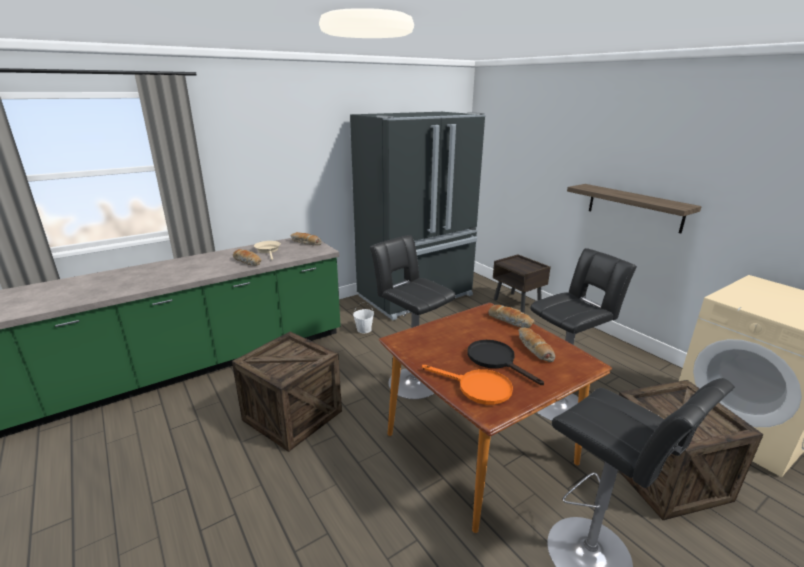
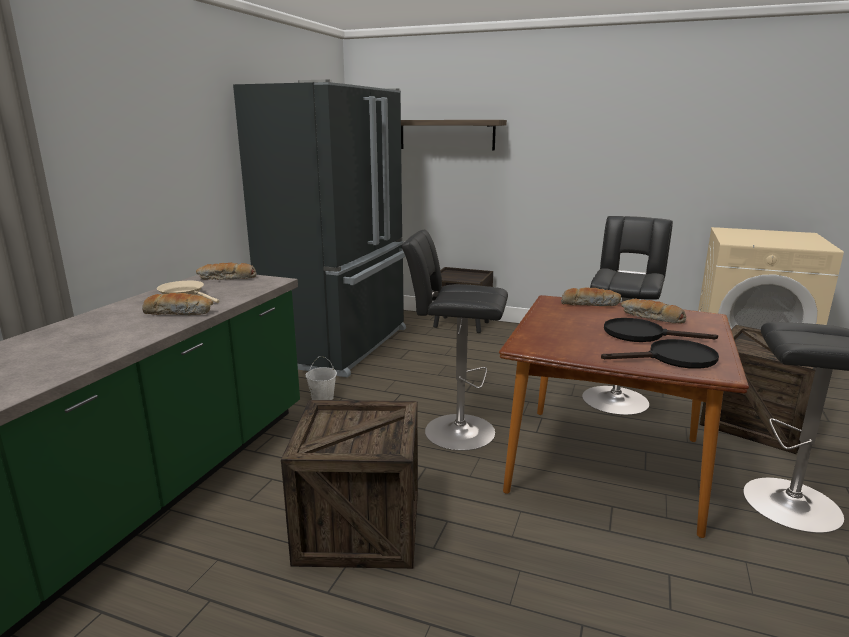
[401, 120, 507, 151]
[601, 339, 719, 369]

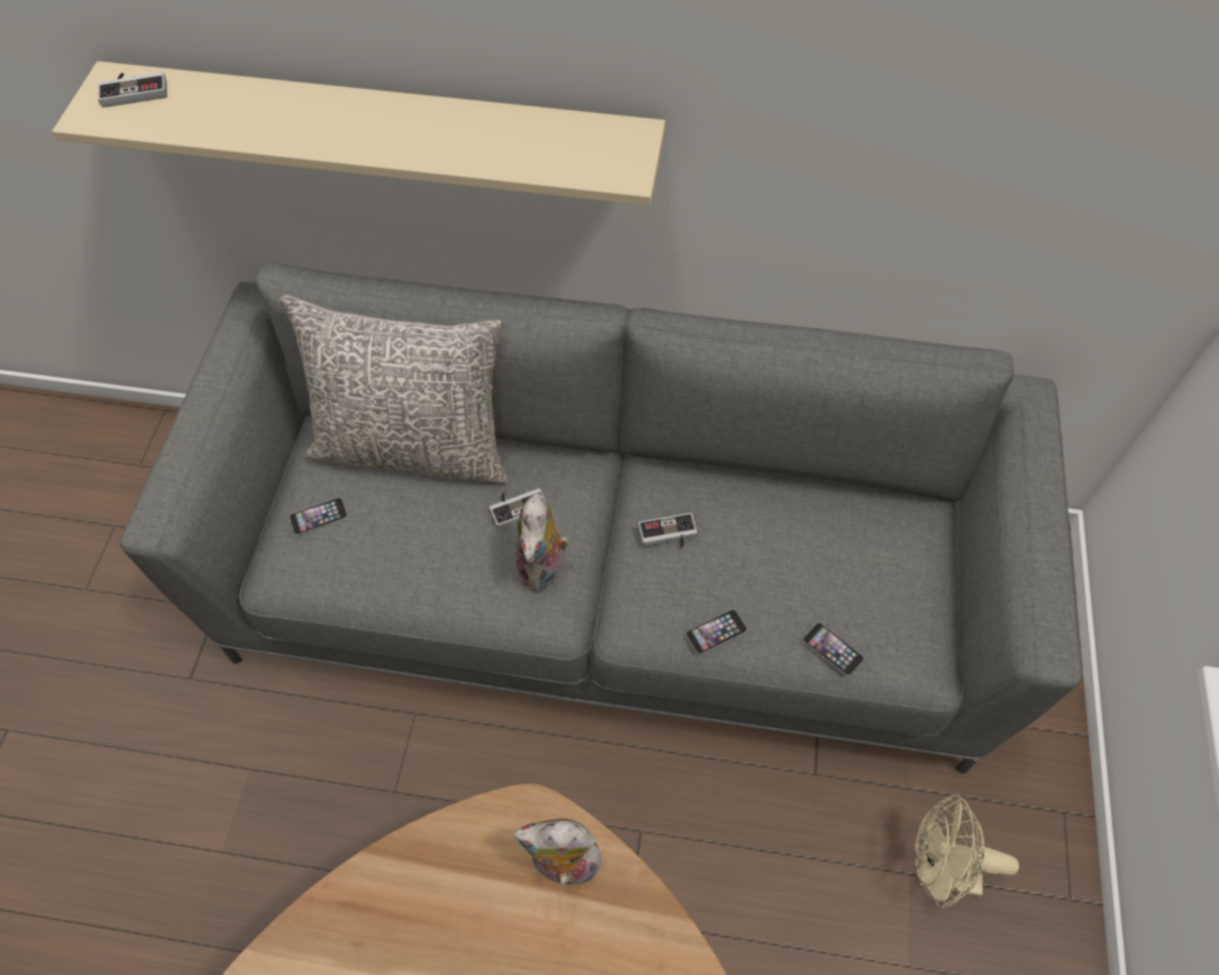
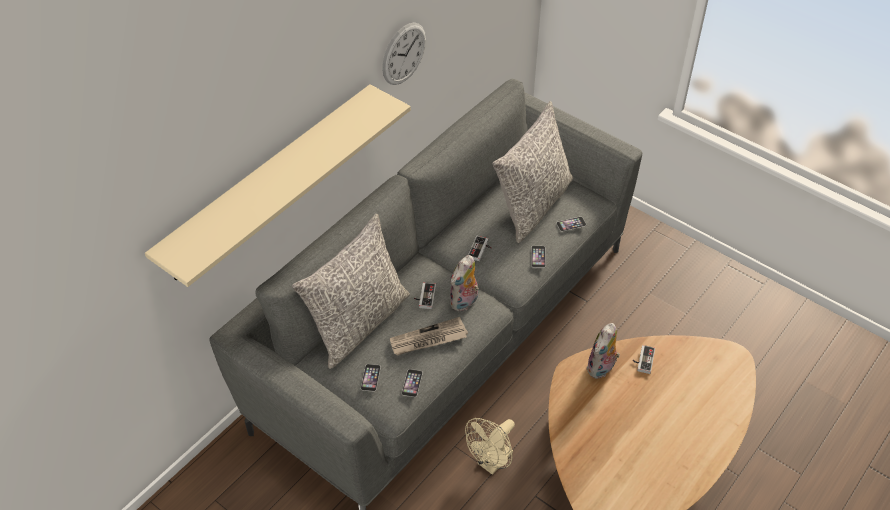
[632, 345, 655, 374]
[450, 255, 479, 311]
[465, 418, 515, 475]
[382, 23, 426, 85]
[492, 101, 573, 243]
[390, 317, 468, 356]
[402, 369, 423, 397]

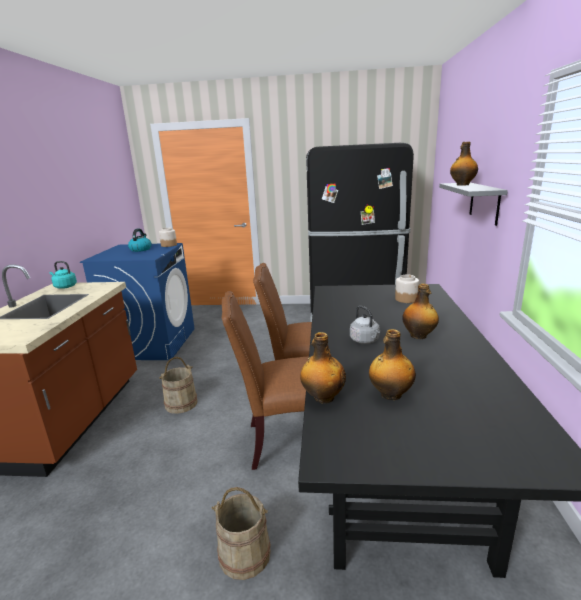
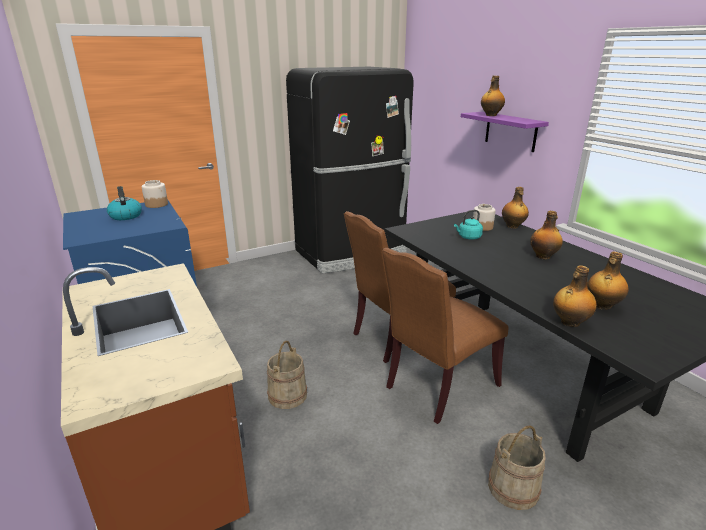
[461, 112, 549, 152]
[454, 210, 483, 240]
[350, 306, 380, 344] (first image)
[502, 187, 529, 228]

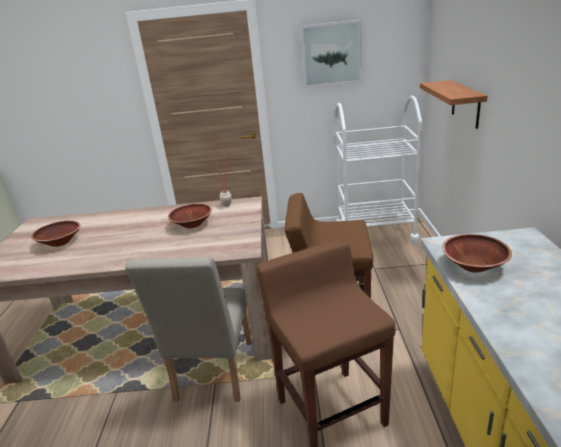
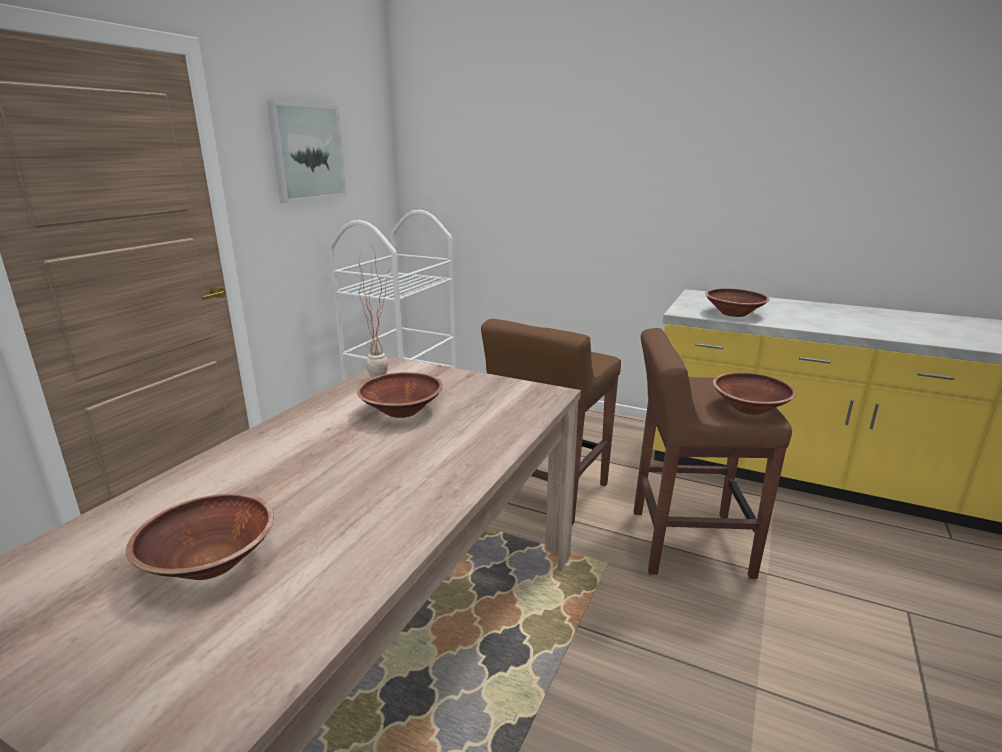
[420, 80, 488, 129] (first image)
[125, 257, 252, 402] (first image)
[713, 373, 796, 415]

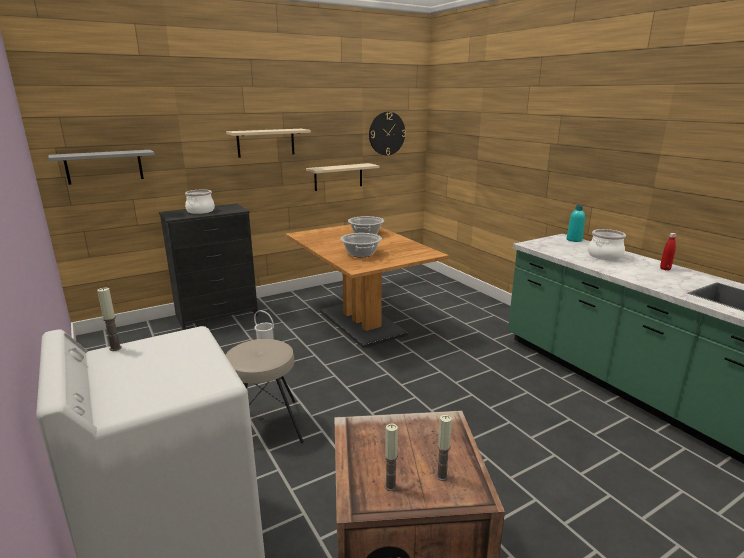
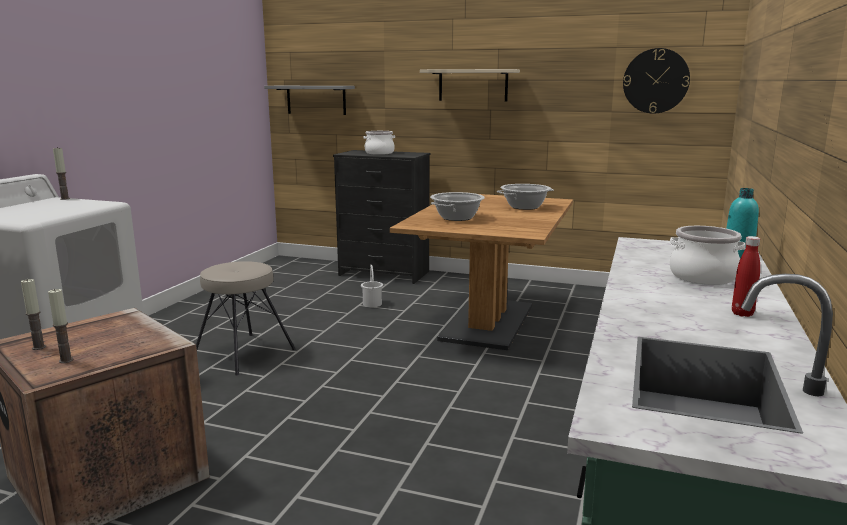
[306, 163, 379, 191] (first image)

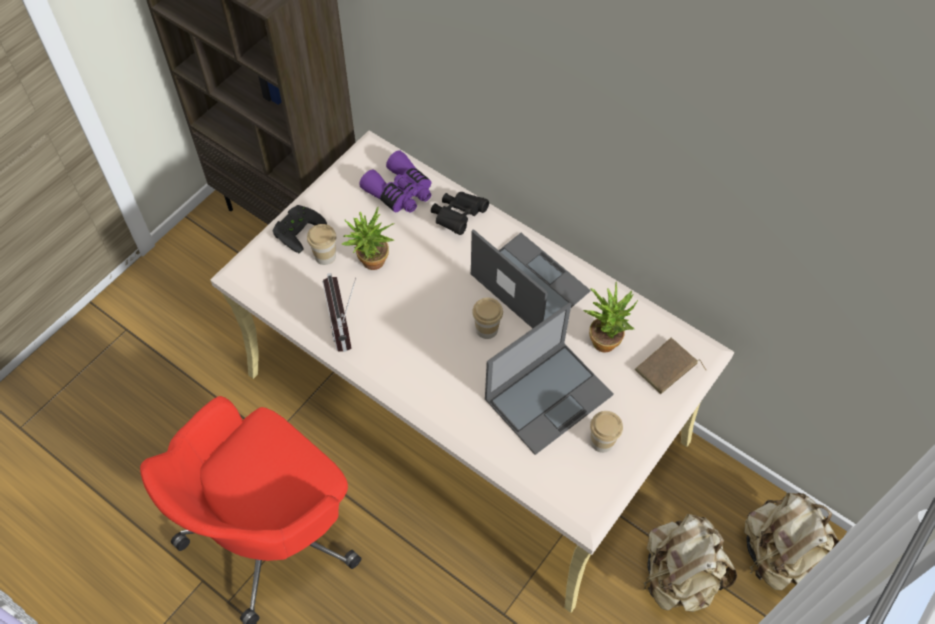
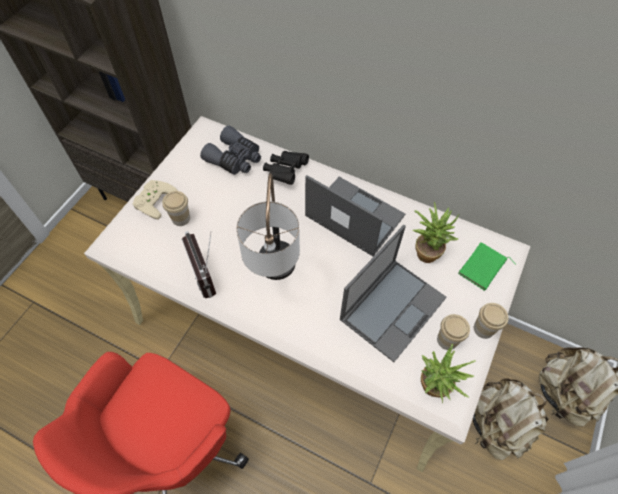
[200, 125, 261, 175]
[133, 180, 178, 220]
[421, 344, 475, 403]
[474, 303, 509, 339]
[458, 242, 516, 291]
[236, 173, 300, 280]

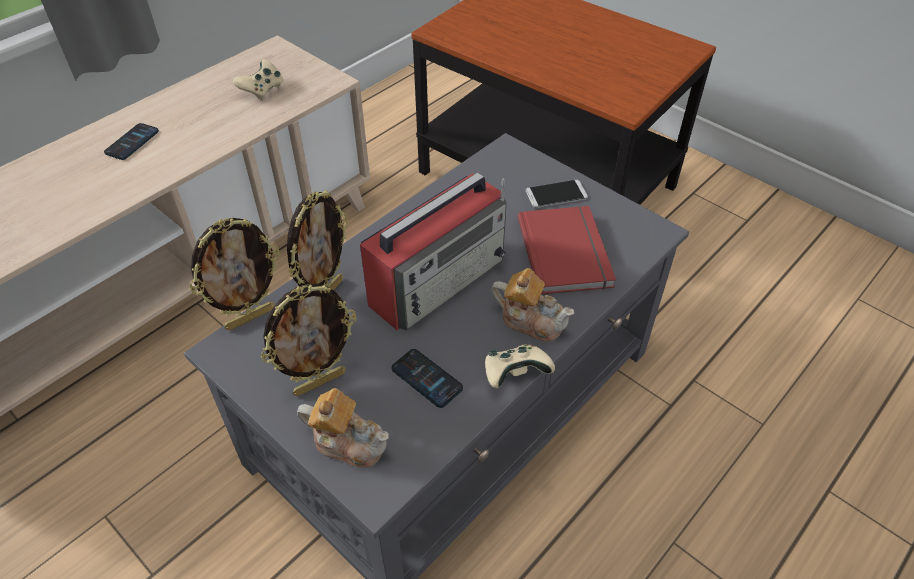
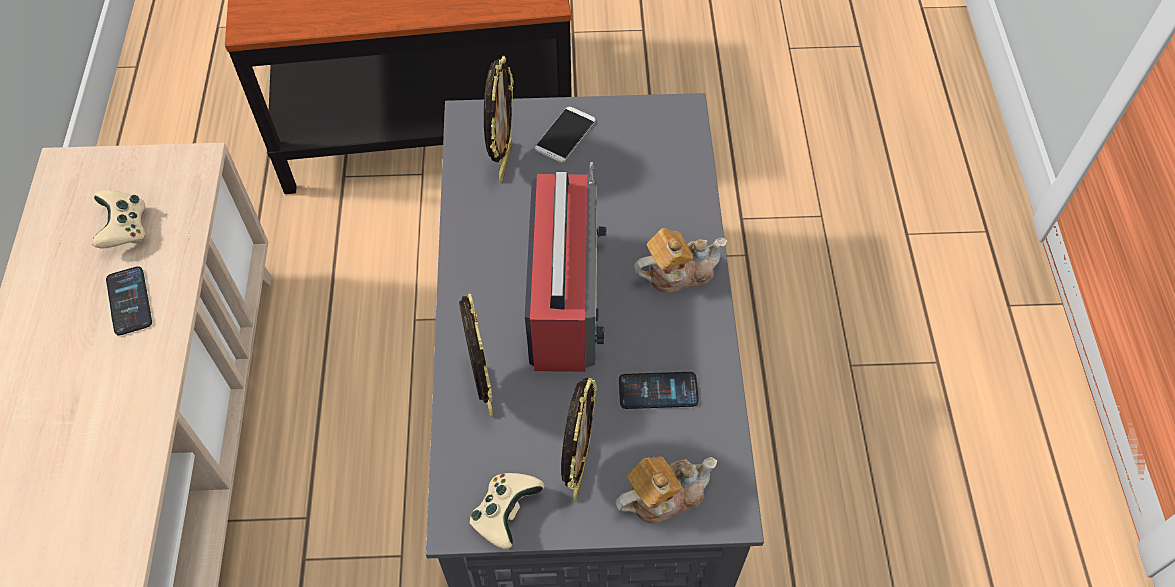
[106, 266, 152, 335]
[518, 206, 616, 294] (first image)
[484, 56, 514, 181]
[470, 473, 544, 549]

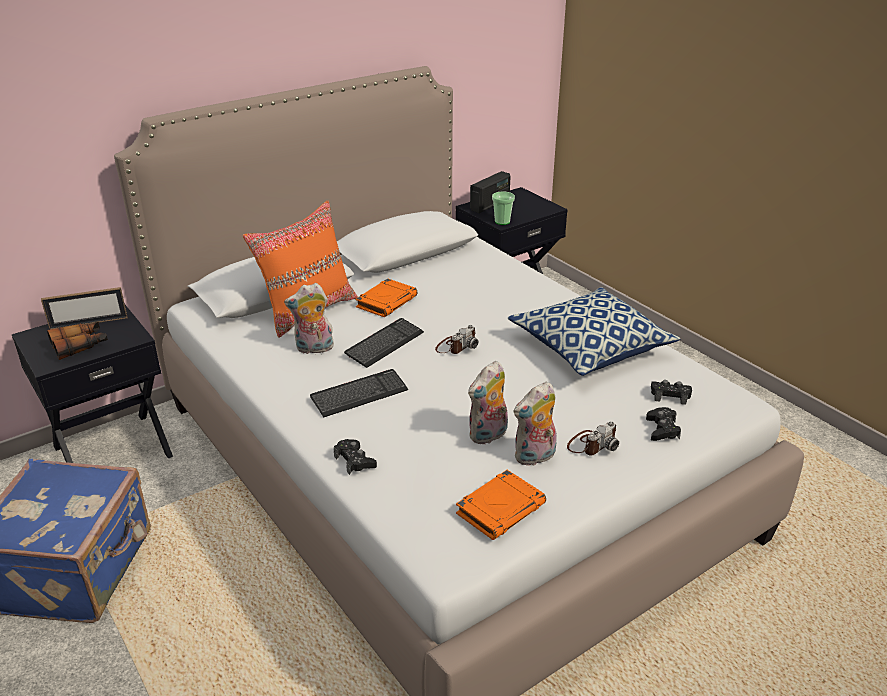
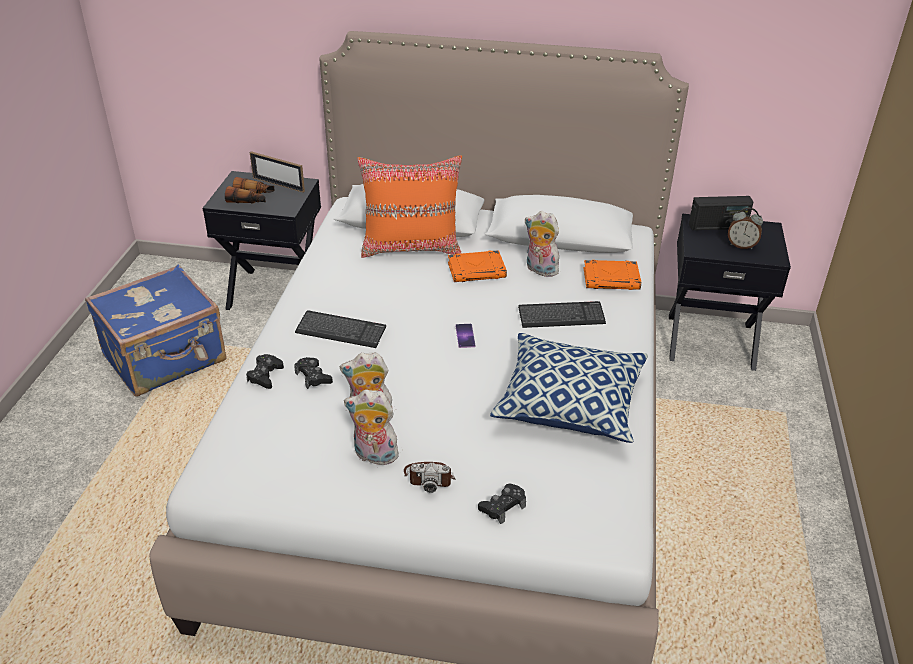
[492, 191, 515, 225] (first image)
[525, 211, 559, 277]
[518, 301, 606, 328]
[455, 324, 476, 348]
[294, 357, 333, 389]
[584, 260, 641, 290]
[728, 208, 763, 249]

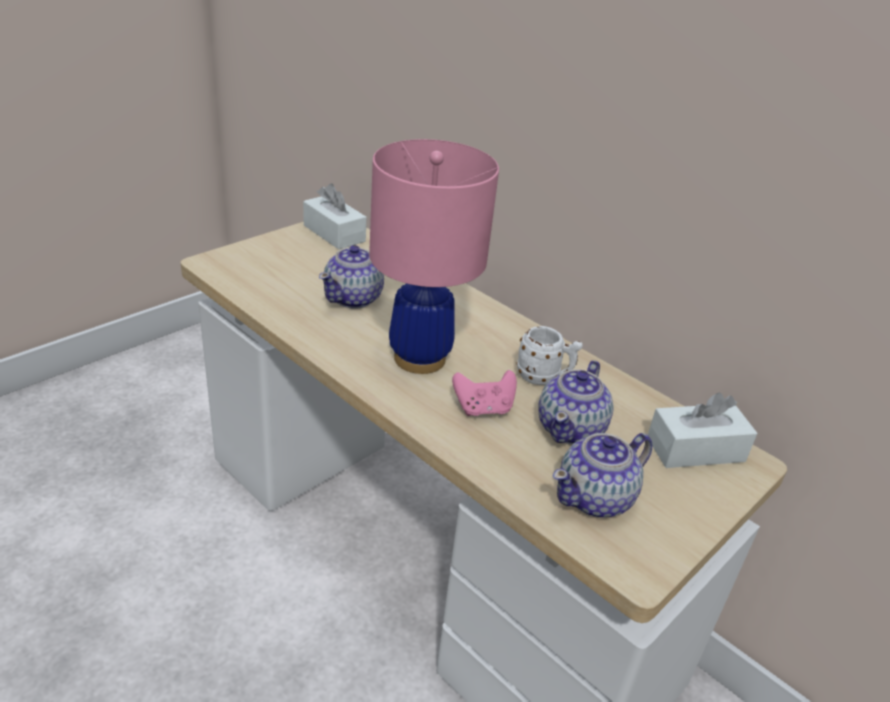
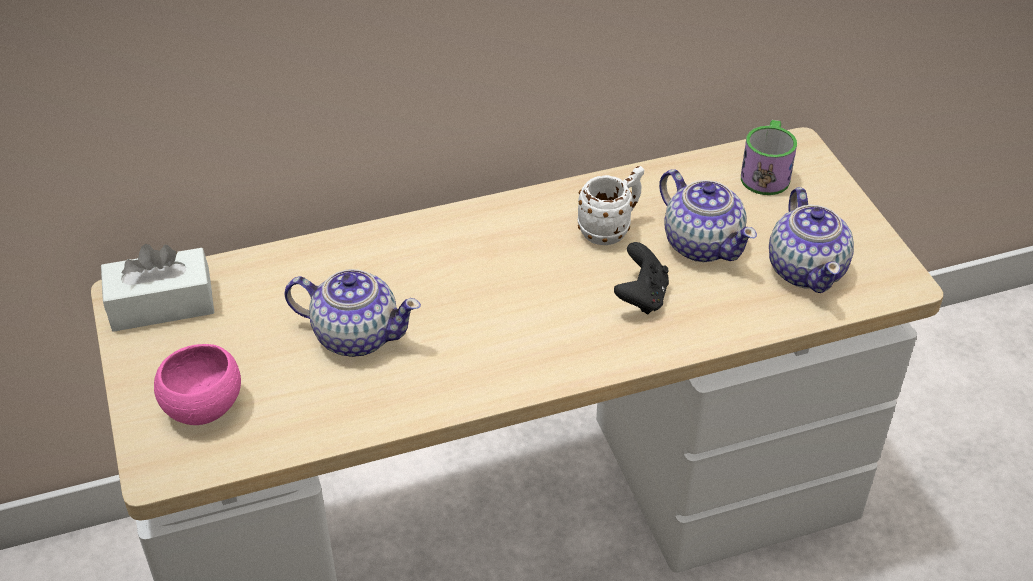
[369, 139, 499, 374] (first image)
[284, 269, 421, 357]
[614, 242, 669, 314]
[741, 120, 797, 195]
[154, 344, 241, 425]

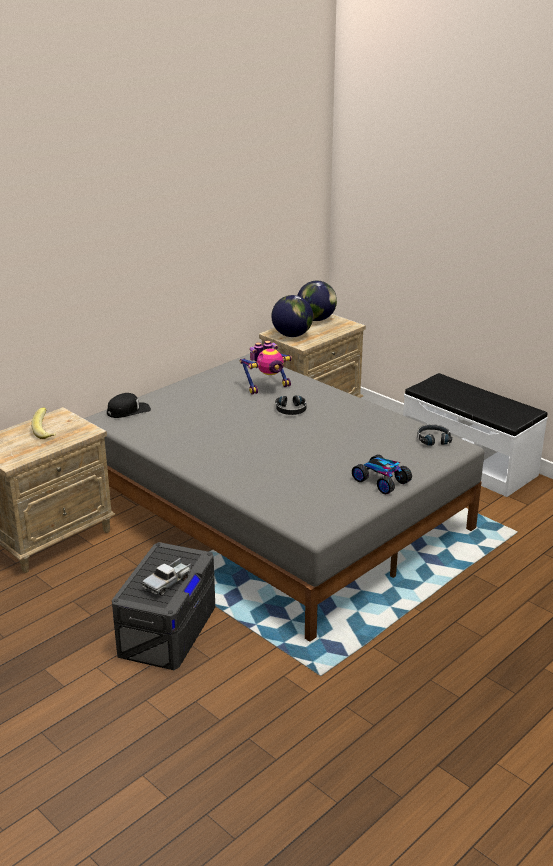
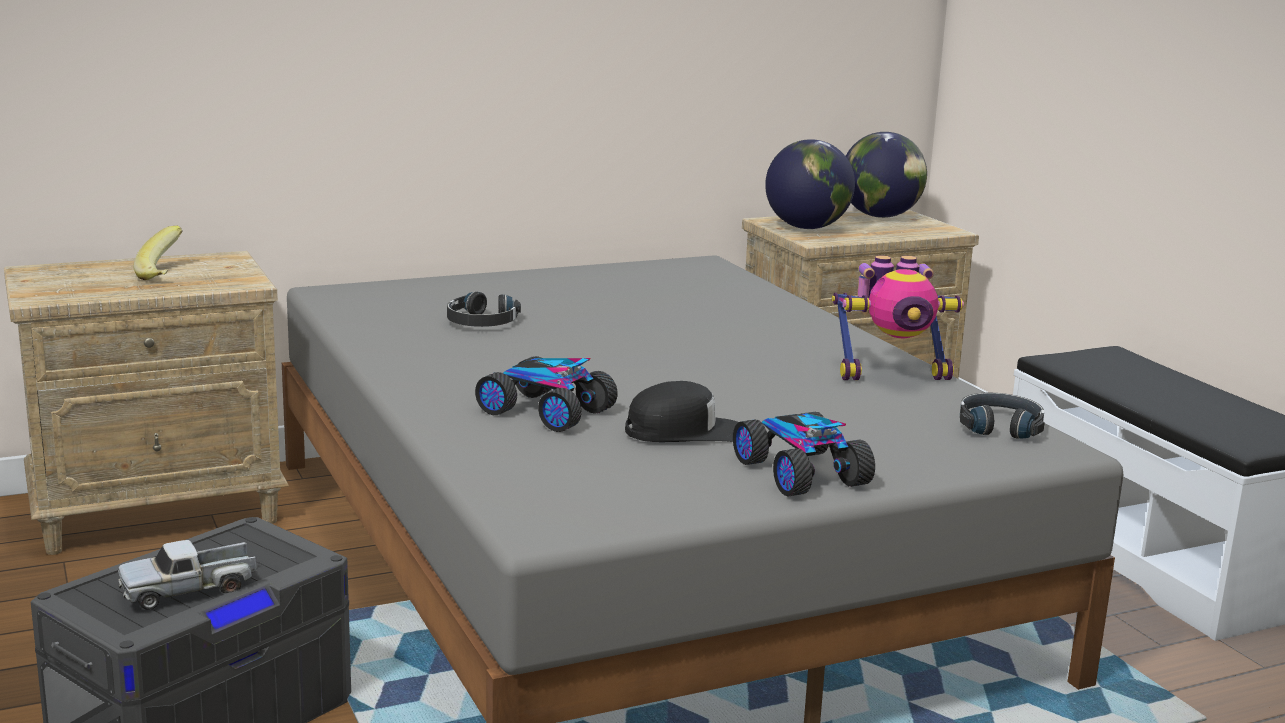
[832, 255, 964, 380]
[625, 381, 738, 442]
[447, 292, 521, 327]
[475, 356, 618, 432]

